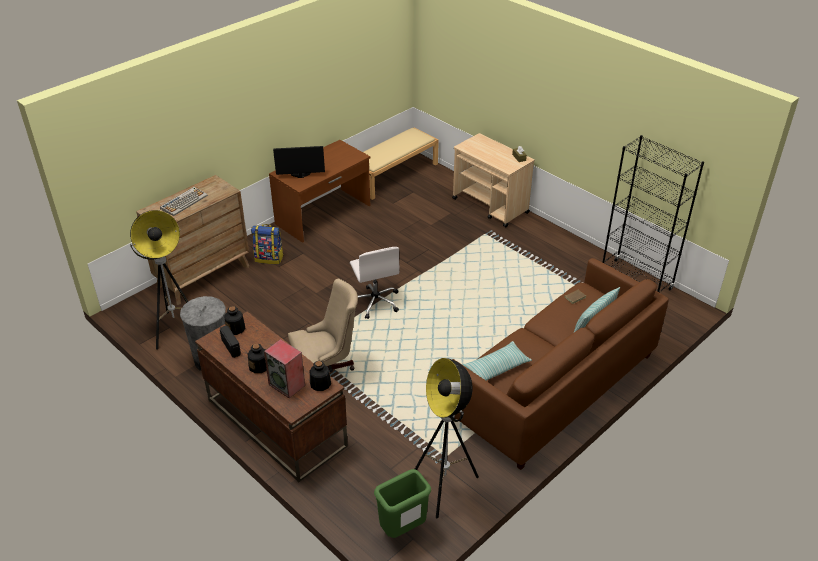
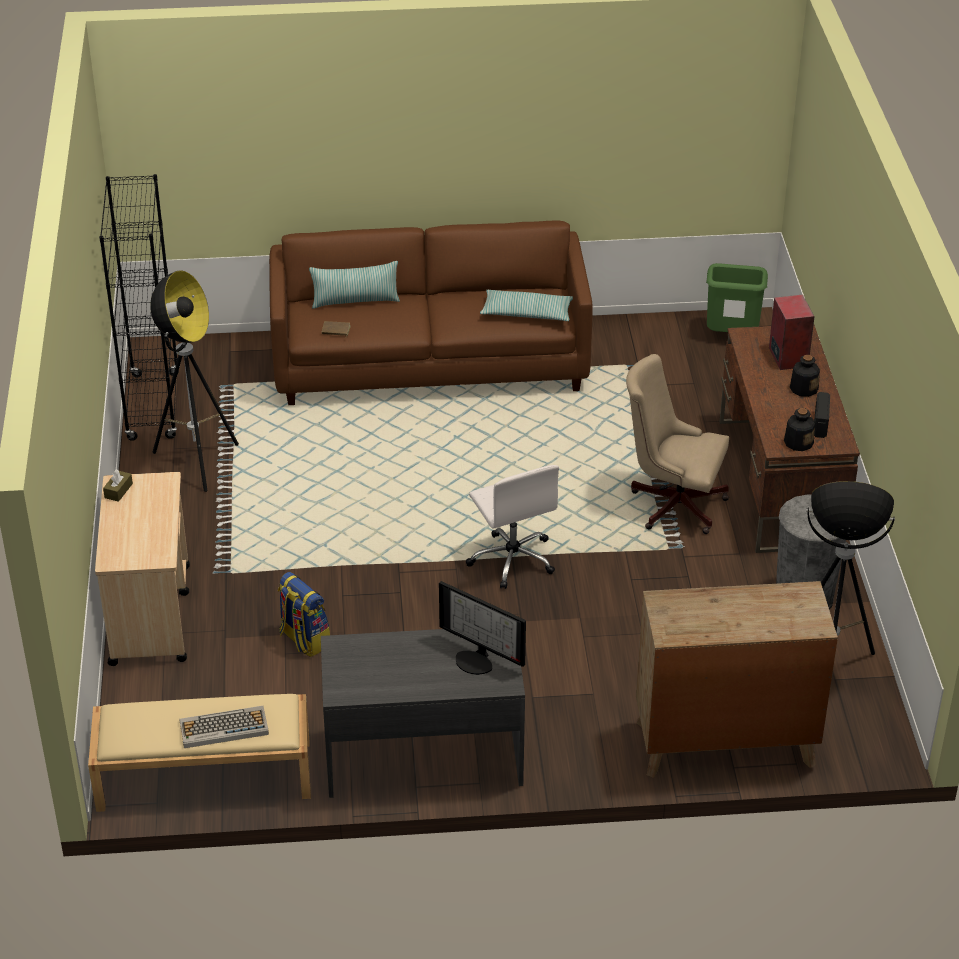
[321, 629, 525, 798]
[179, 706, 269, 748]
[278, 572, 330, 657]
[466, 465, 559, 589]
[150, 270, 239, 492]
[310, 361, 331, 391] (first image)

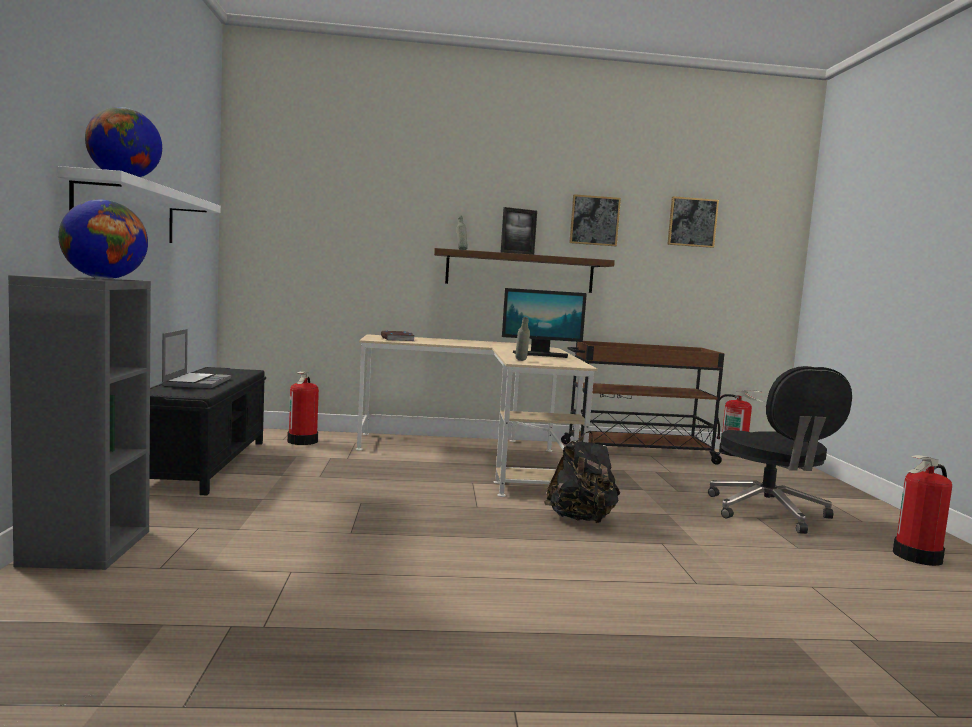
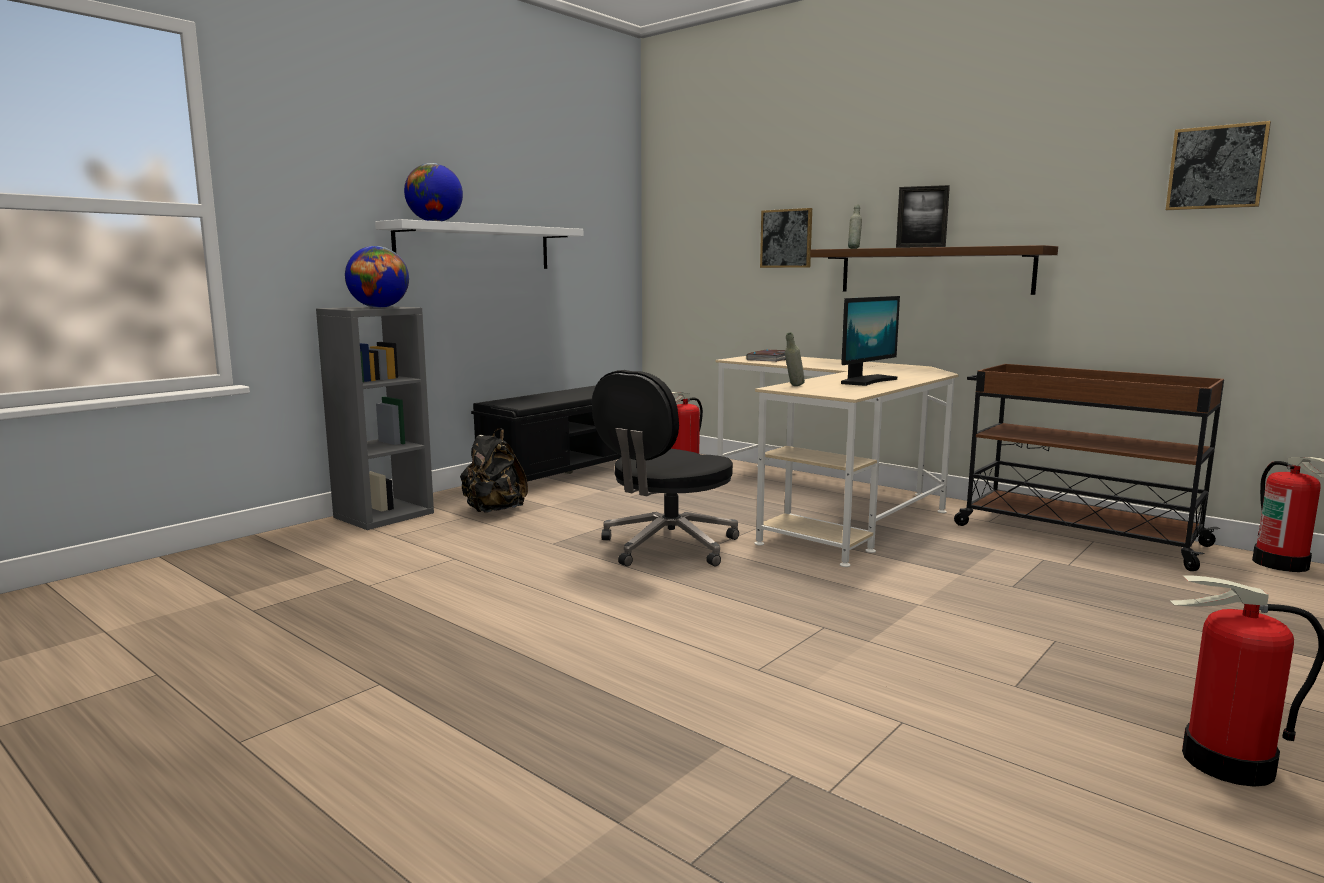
[760, 208, 812, 268]
[841, 296, 900, 386]
[162, 329, 231, 388] (first image)
[592, 370, 739, 567]
[460, 428, 528, 513]

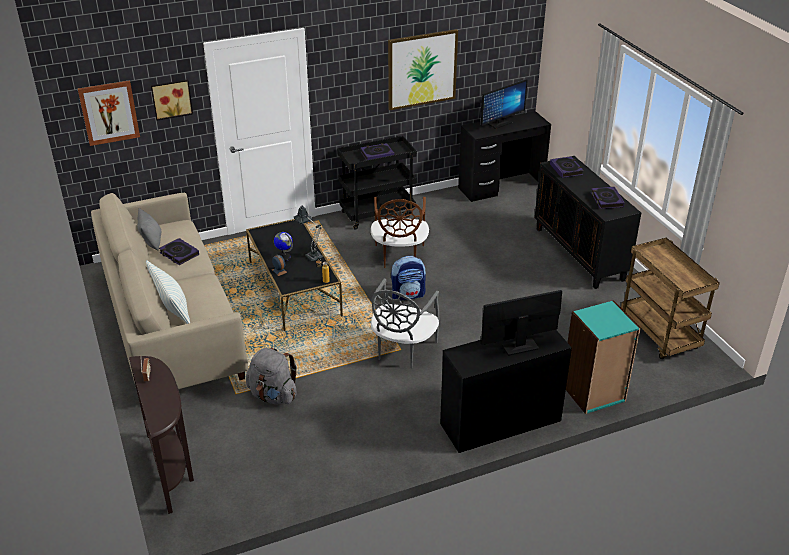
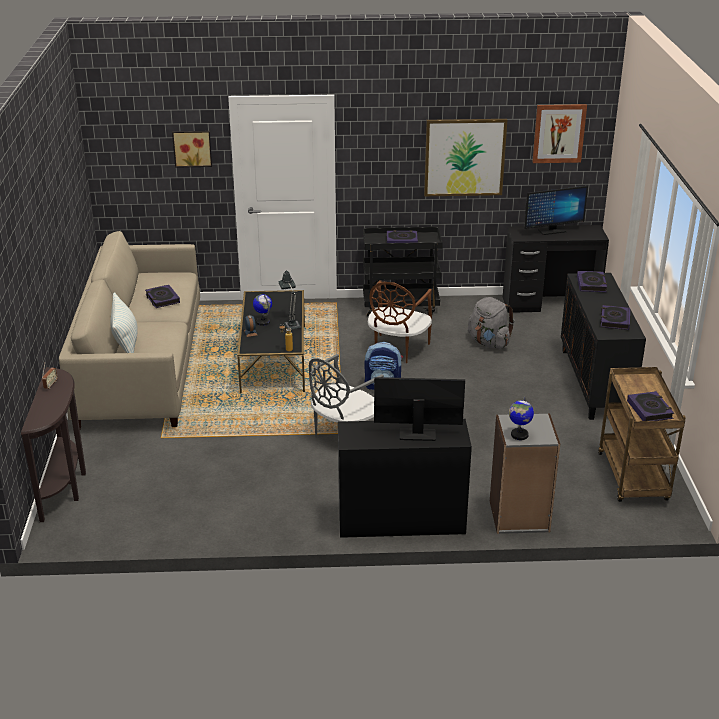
[532, 104, 587, 163]
[137, 208, 161, 251] (first image)
[490, 413, 560, 534]
[468, 297, 514, 349]
[627, 391, 674, 421]
[509, 397, 534, 440]

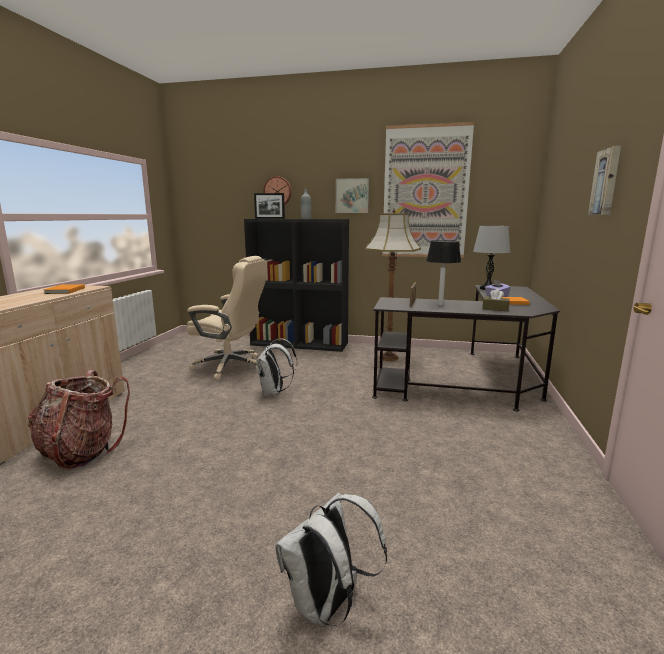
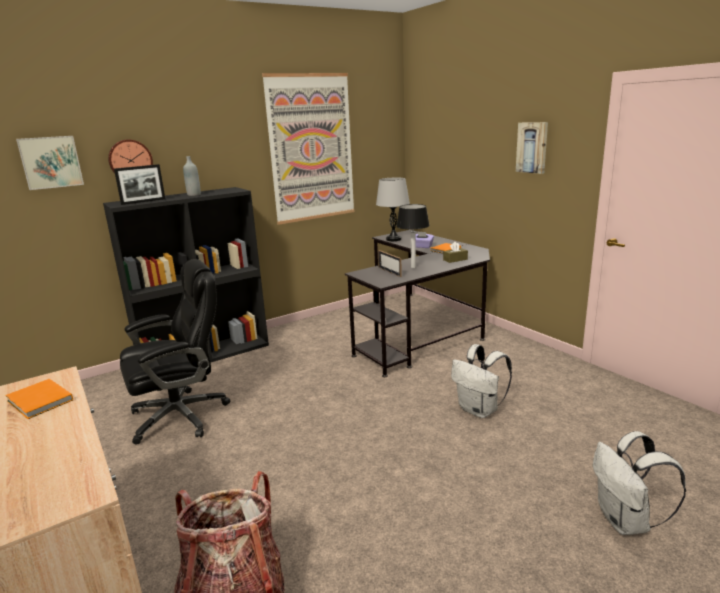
[16, 136, 84, 190]
[365, 208, 421, 361] (first image)
[120, 259, 230, 445]
[451, 344, 512, 418]

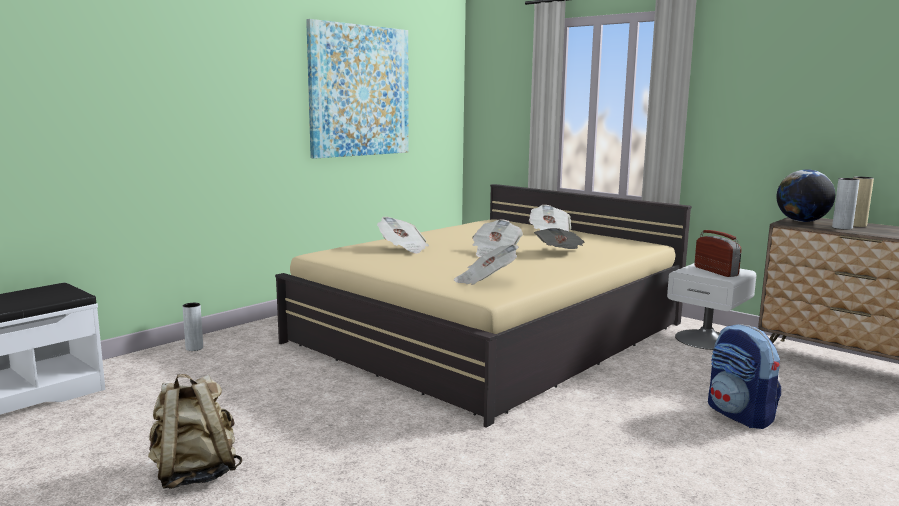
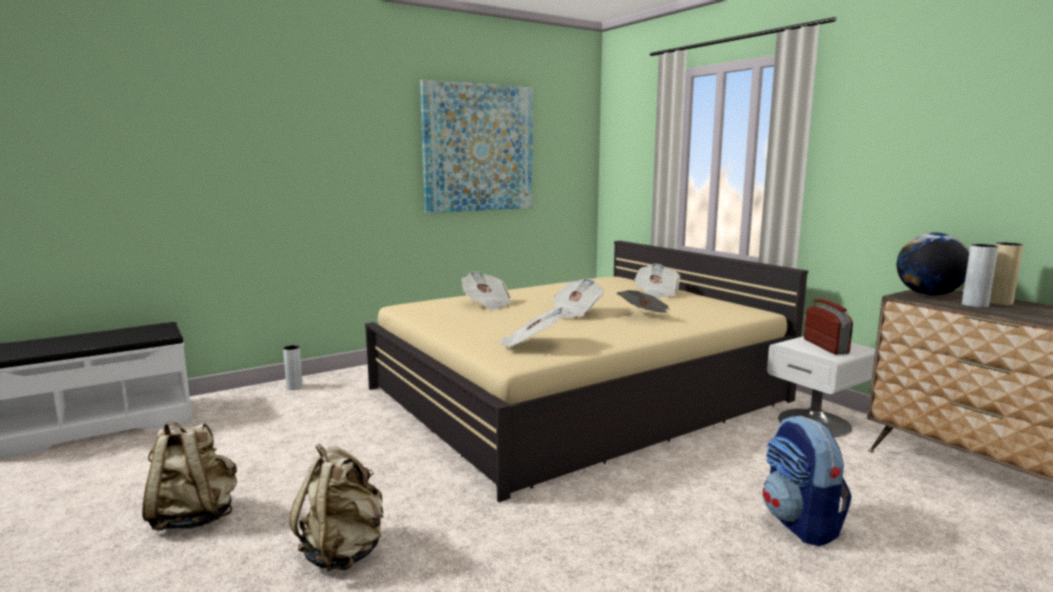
[289, 443, 384, 571]

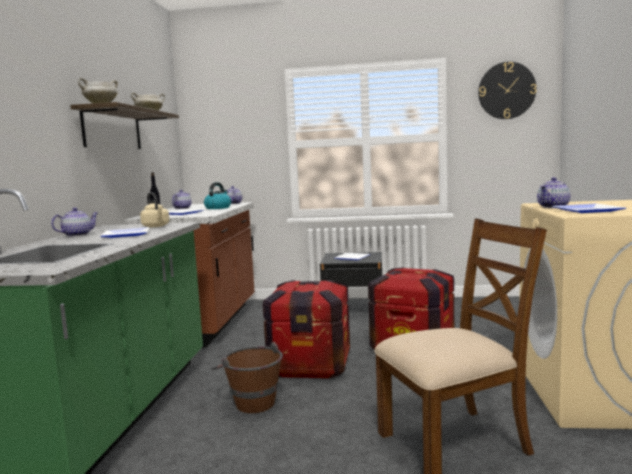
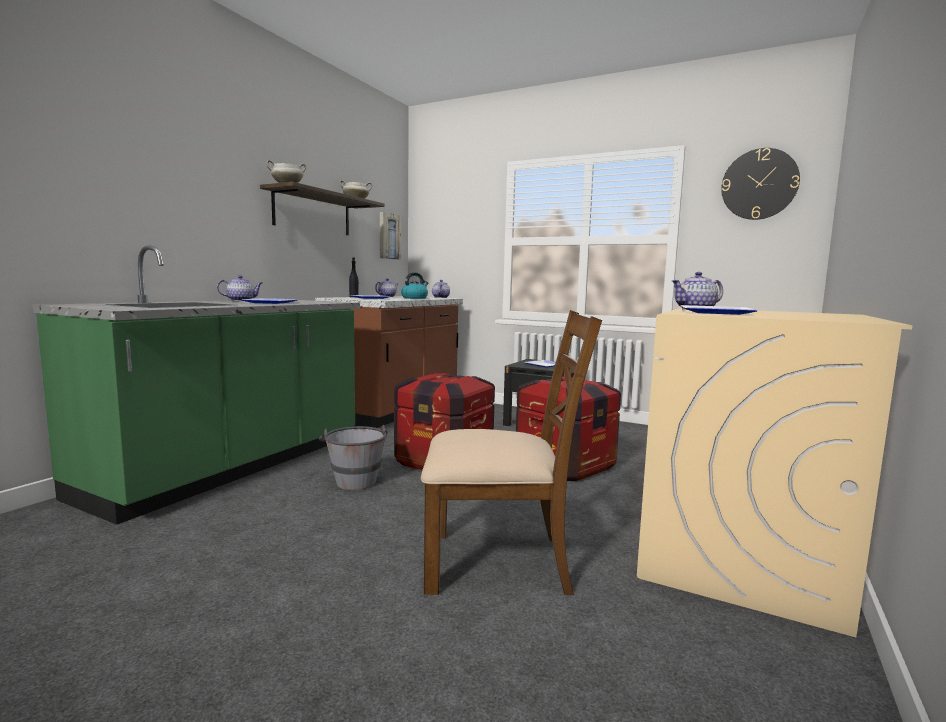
[140, 192, 169, 227] (first image)
[319, 425, 388, 490]
[380, 212, 401, 260]

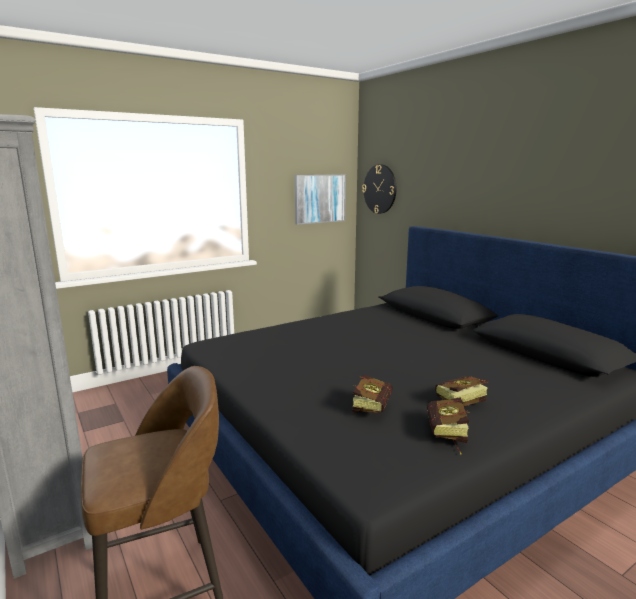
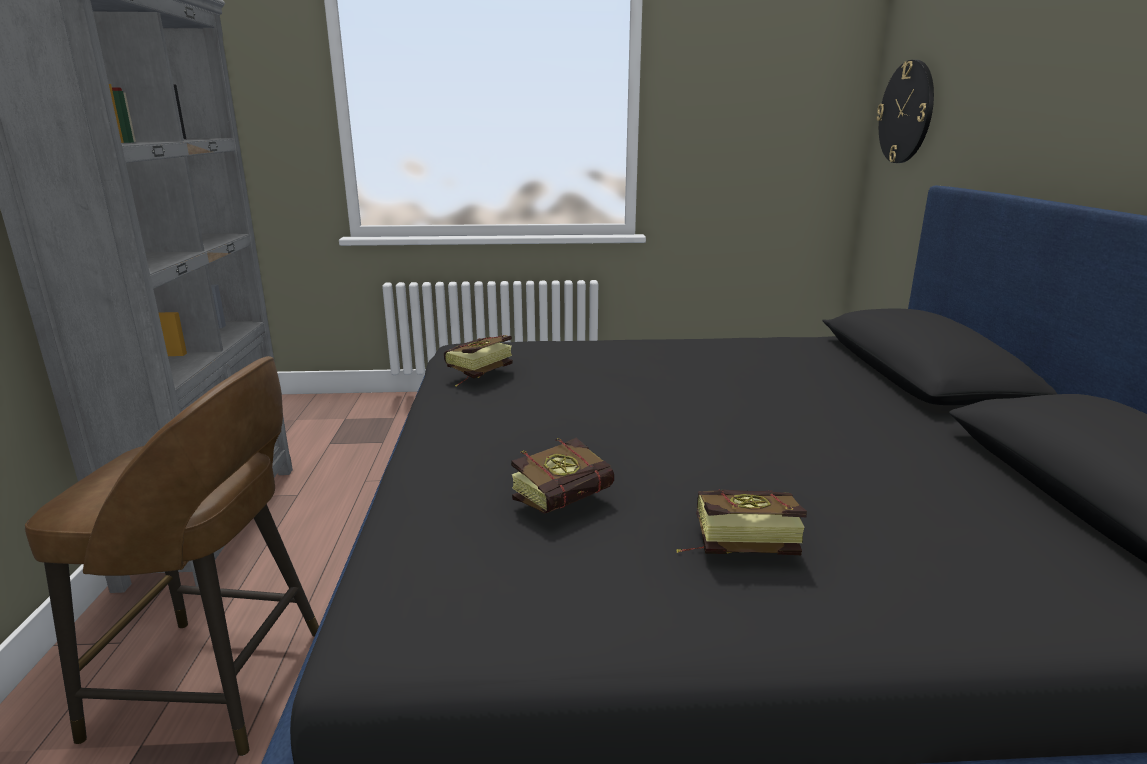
[295, 175, 346, 224] (first image)
[444, 335, 513, 387]

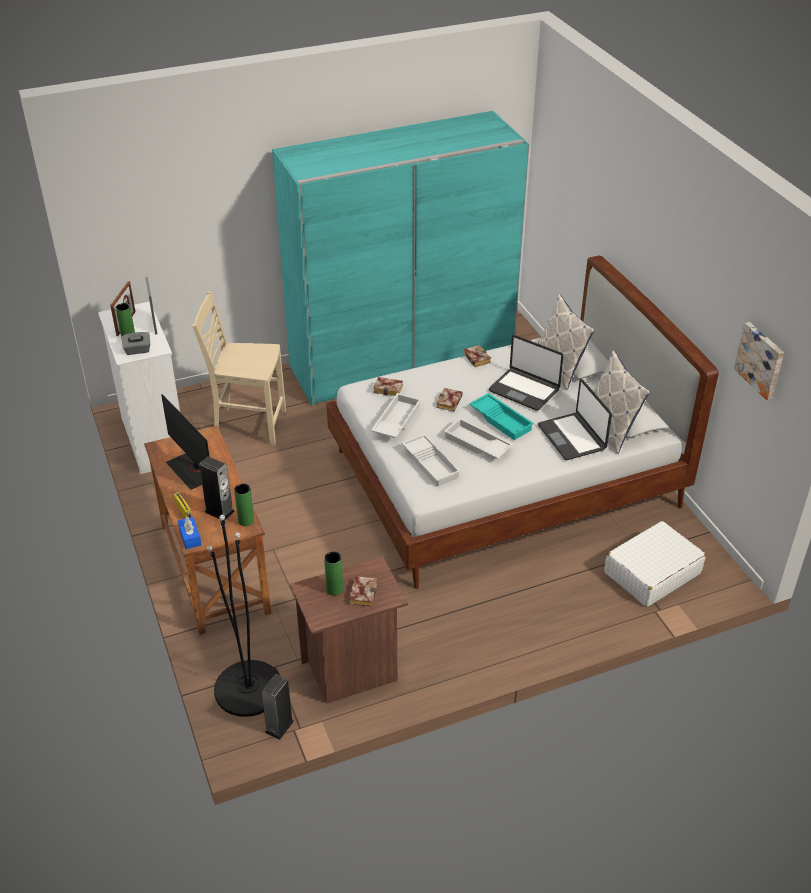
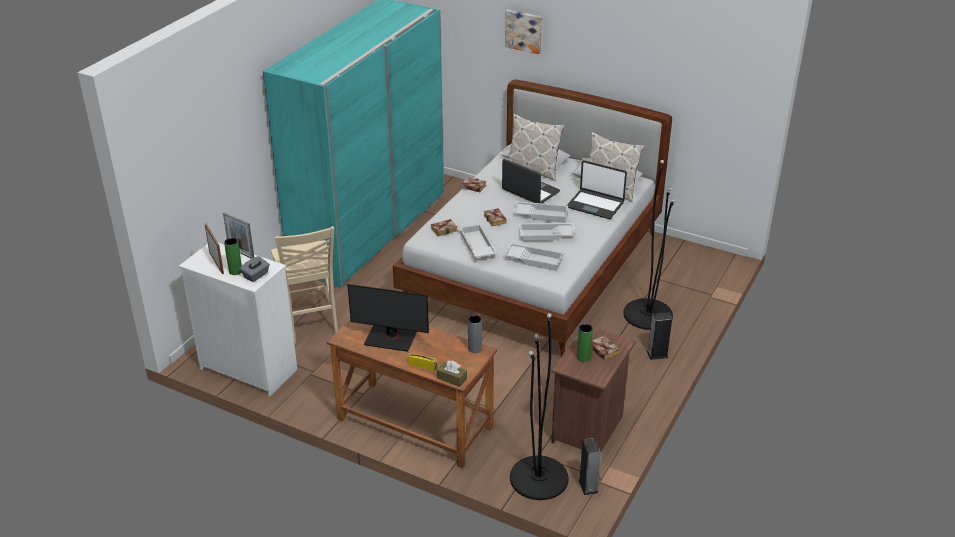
[271, 226, 338, 344]
[505, 10, 542, 54]
[502, 159, 560, 203]
[514, 201, 568, 223]
[646, 312, 672, 360]
[468, 315, 482, 353]
[437, 361, 467, 387]
[604, 521, 706, 607] (first image)
[623, 160, 676, 330]

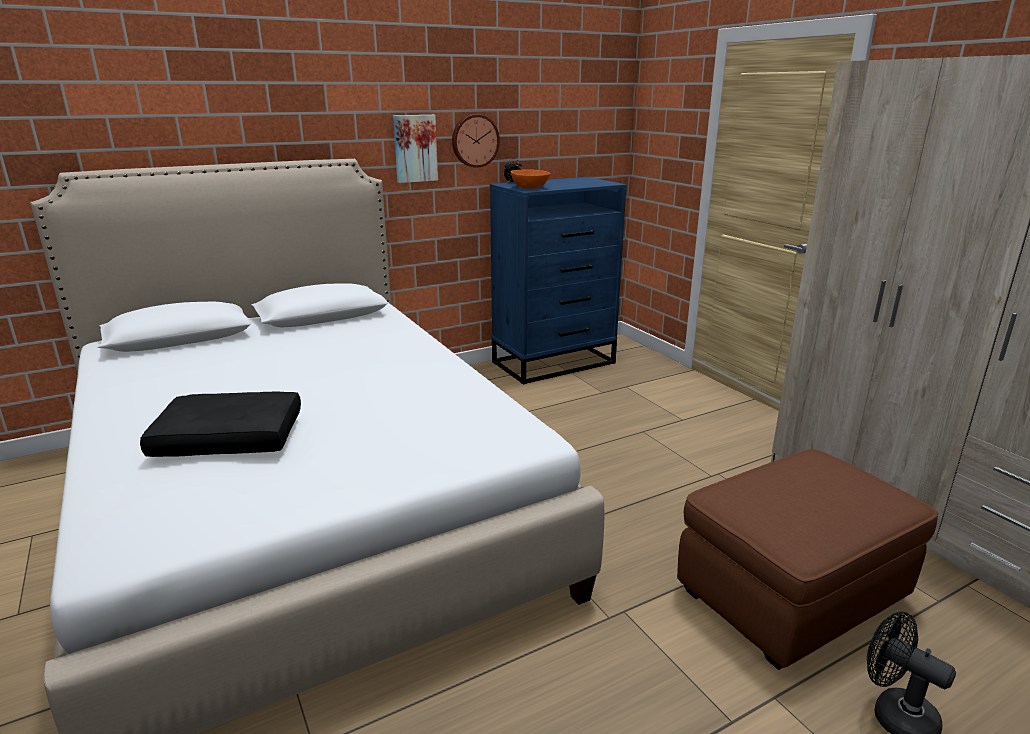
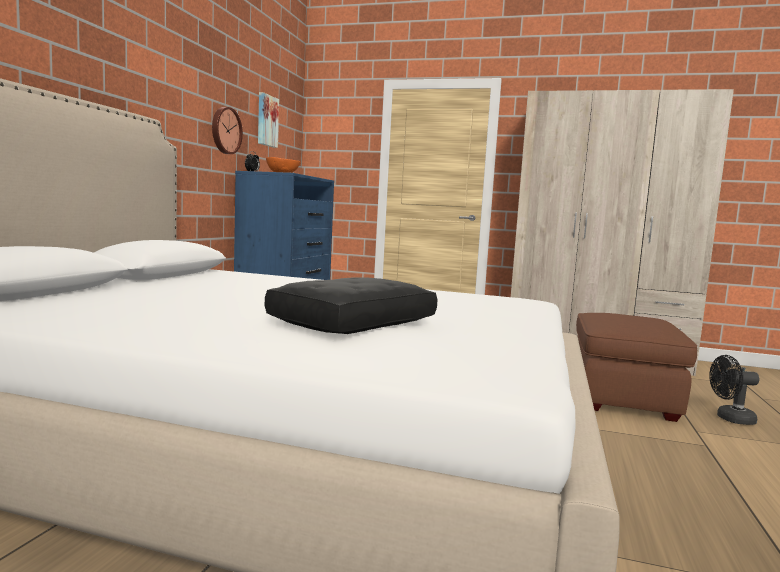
[258, 92, 279, 148]

